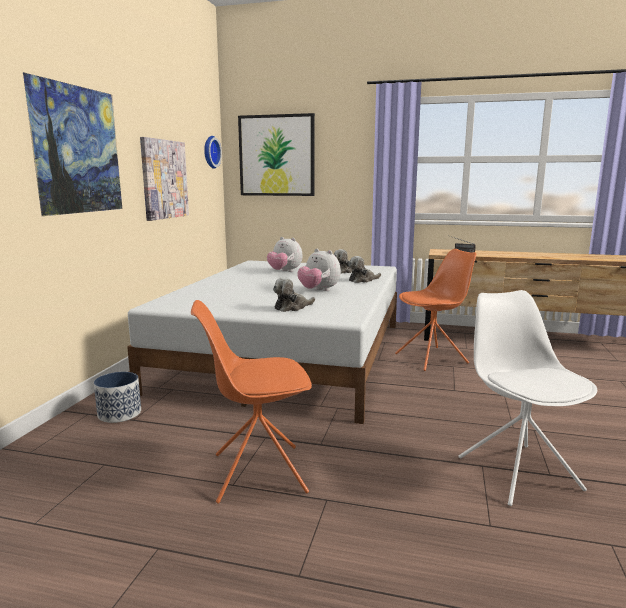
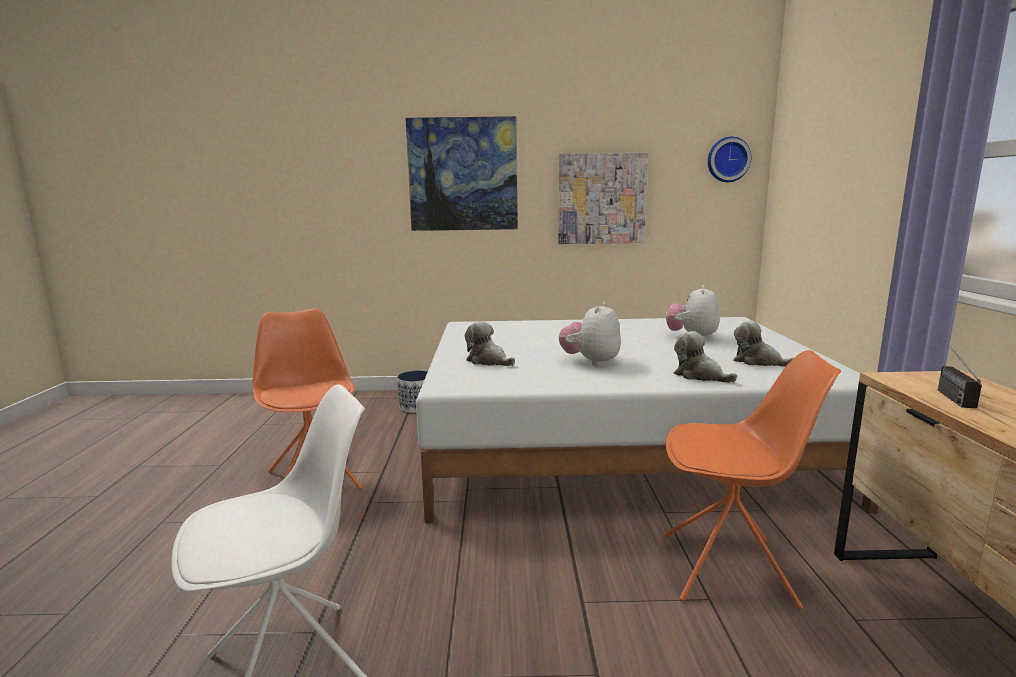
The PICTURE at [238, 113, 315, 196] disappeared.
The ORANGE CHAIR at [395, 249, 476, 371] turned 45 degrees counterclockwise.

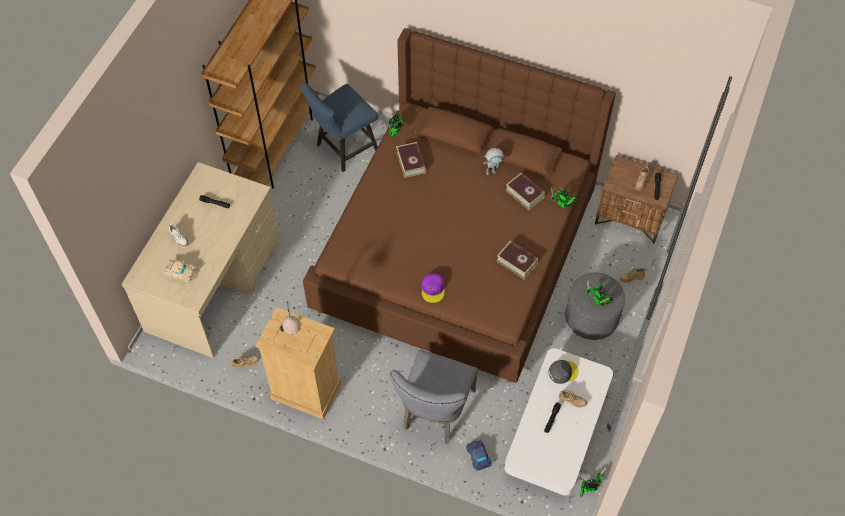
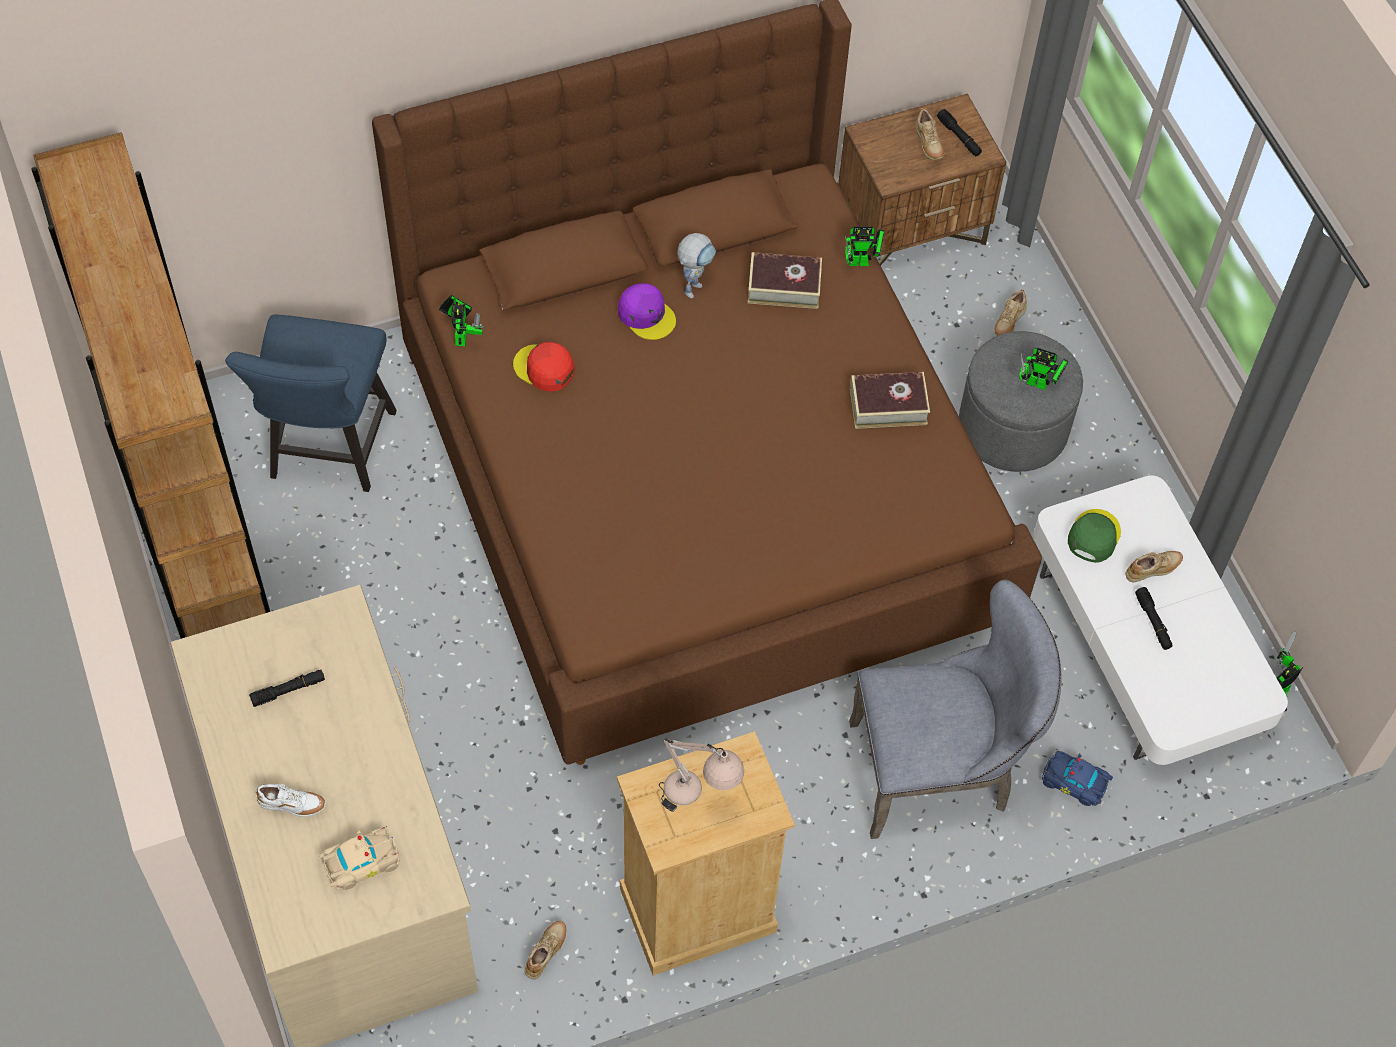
The BOOK at [396, 142, 426, 178] was replaced by the REDDISH CAP at [513, 342, 575, 392].
The PURPLE CAP moved from [422, 273, 445, 303] to [618, 283, 676, 340].
The GREY CHAIR at [390, 349, 478, 444] turned 75 degrees counterclockwise.
The GREY CAP at [548, 360, 579, 384] became the GREEN-COLOURED CAP at [1068, 509, 1121, 563].

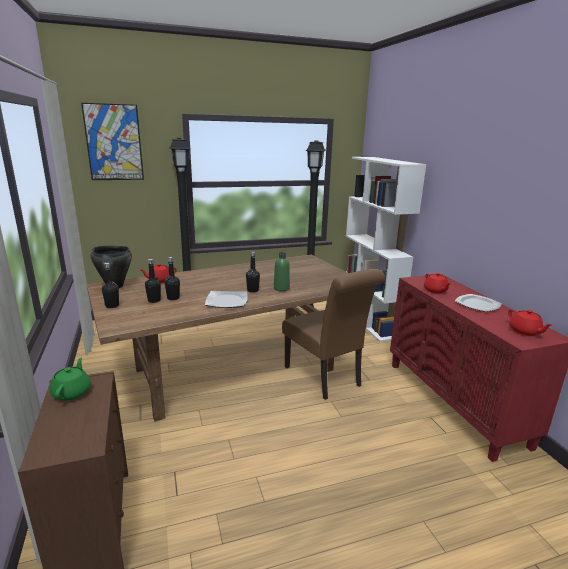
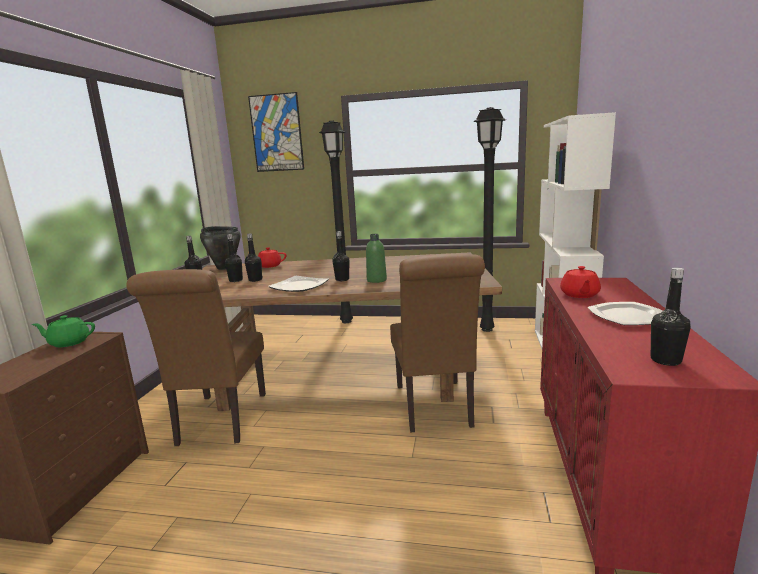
The REDDISH TEAPOT at [508, 309, 553, 336] was replaced by the BLACK BOTTLE at [651, 267, 691, 366].
The GREEN-COLOURED TEAPOT at [50, 357, 91, 401] turned 120 degrees counterclockwise.
The BROWN CHAIR at [126, 269, 266, 446] appeared.

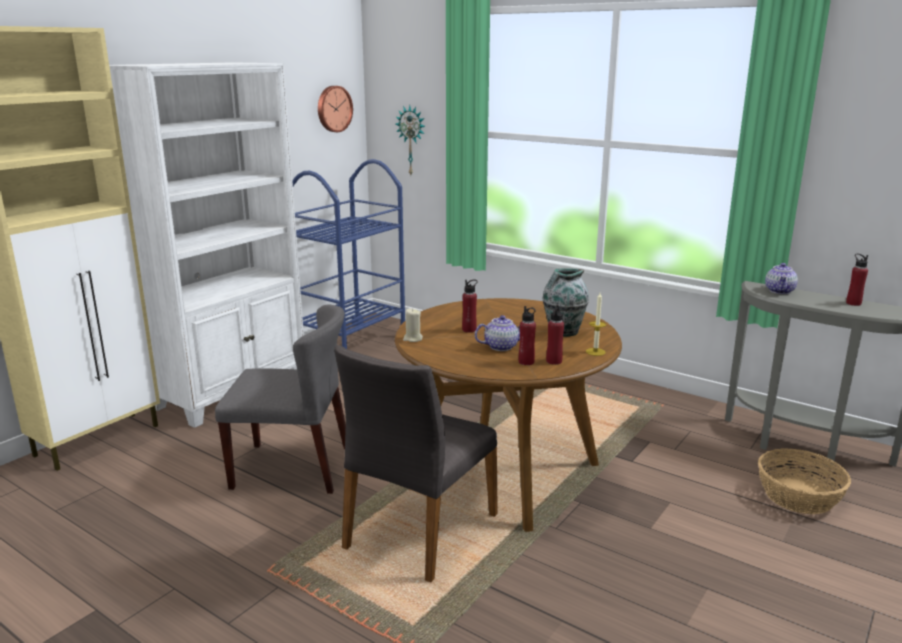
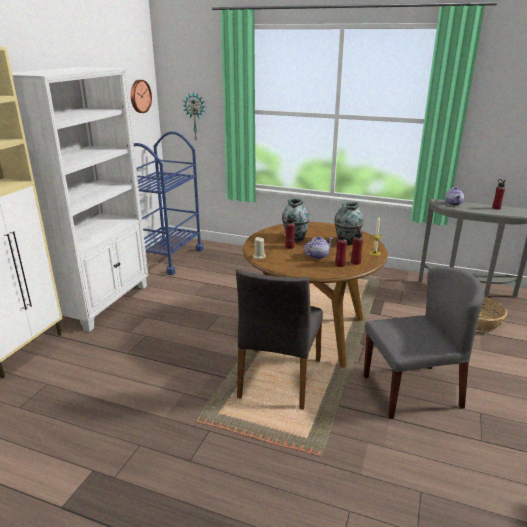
The GREY CHAIR moved from [215, 304, 346, 494] to [364, 266, 485, 419].
The DECORATIVE VASE at [282, 199, 310, 242] appeared.

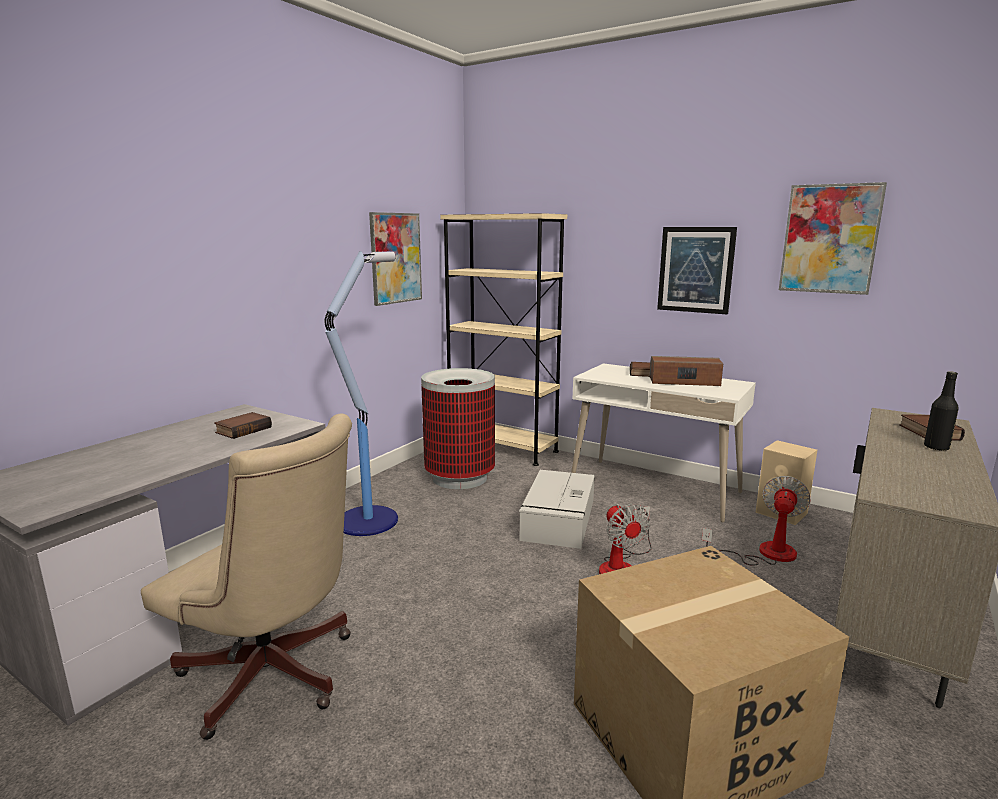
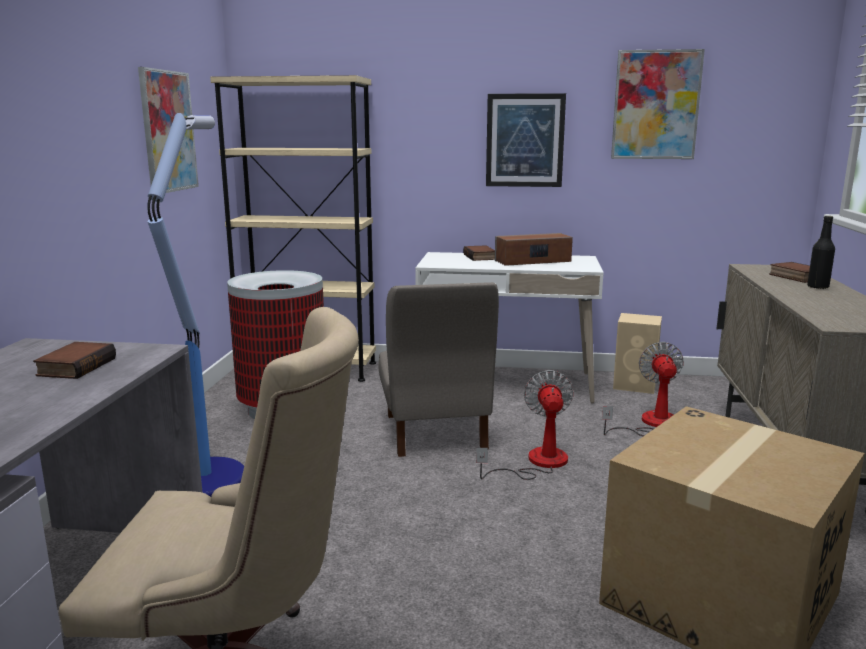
The GREY STORAGE CONTAINER at [519, 470, 595, 549] was replaced by the GREY CHAIR at [379, 282, 499, 457].
The COOLING FAN at [599, 504, 652, 574] turned 135 degrees counterclockwise.

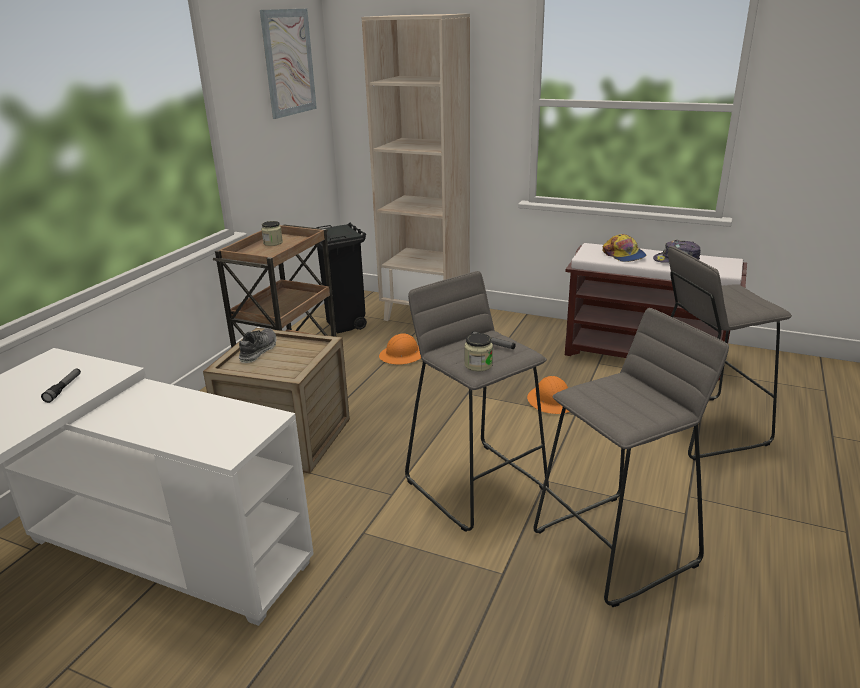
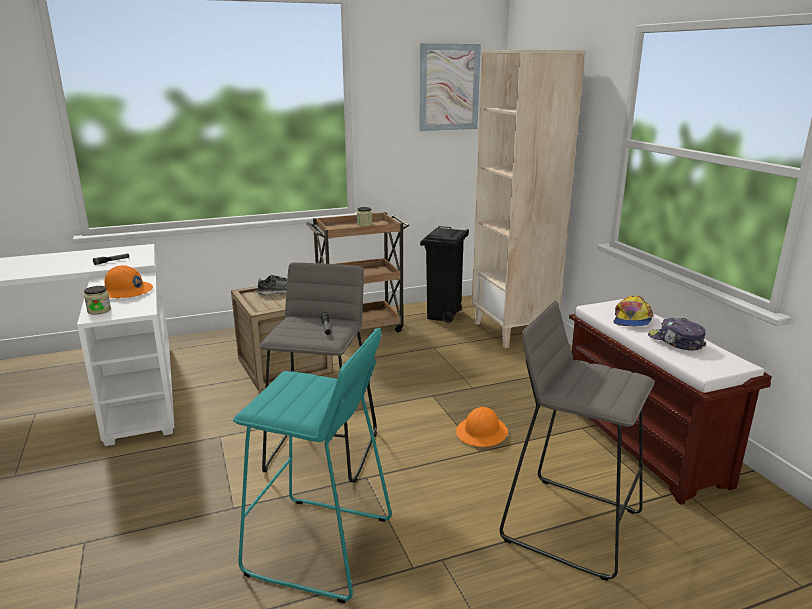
The GREY STOOL SEAT at [533, 308, 729, 607] became the TURQUOISE STOOL SEAT at [233, 328, 392, 603].
The ORANGE SAFETY HELMET moved from [379, 333, 421, 365] to [105, 265, 153, 299].
The STORAGE JAR moved from [464, 333, 493, 371] to [84, 286, 111, 315].

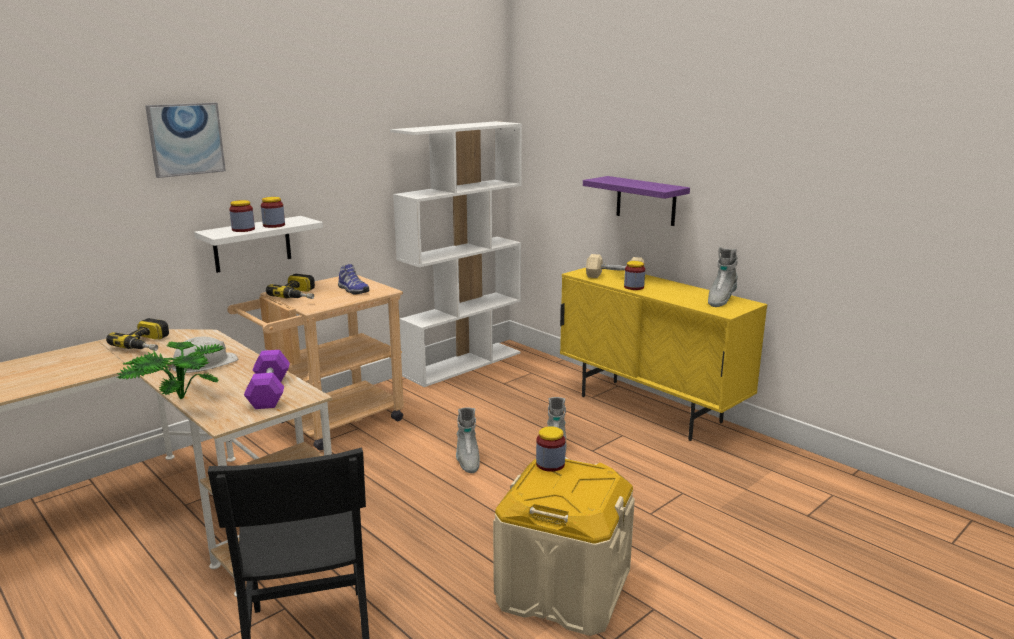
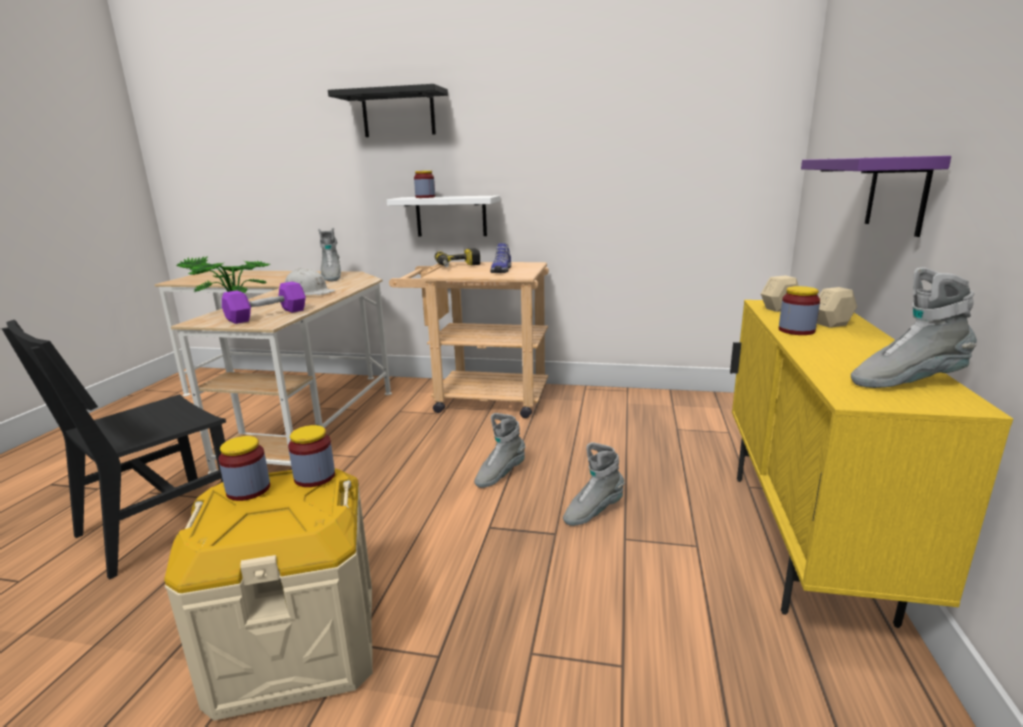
The PICTURE at [145, 103, 226, 178] was replaced by the BLACK BRACKET SHELF at [328, 84, 448, 137].
The WHITE-COLOURED SHELVING UNIT at [390, 121, 522, 387] disappeared.
The STORAGE JAR moved from [261, 197, 285, 228] to [218, 436, 270, 501].
The ELECTRIC DRILL at [106, 318, 169, 351] was replaced by the GREY HIGH-TOP BOOT at [318, 228, 341, 281].

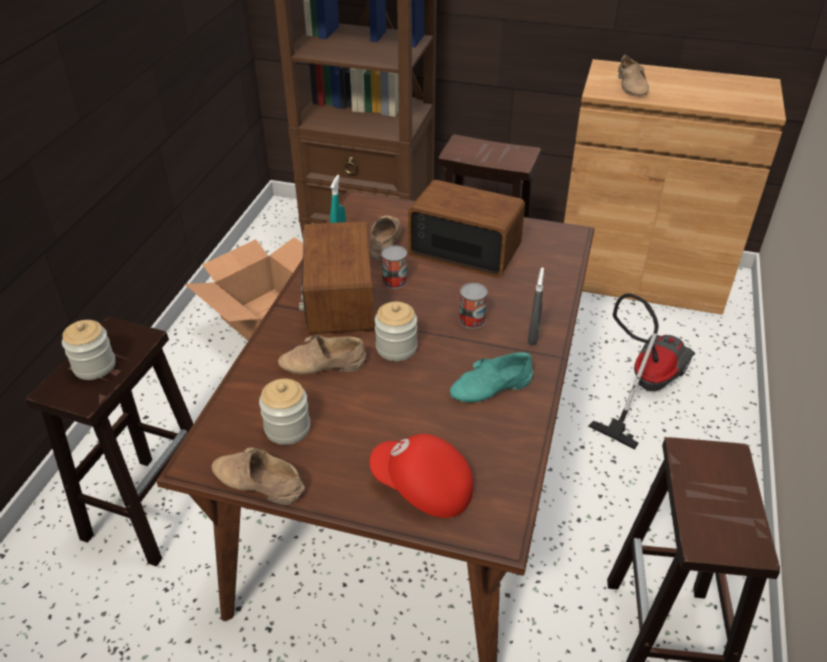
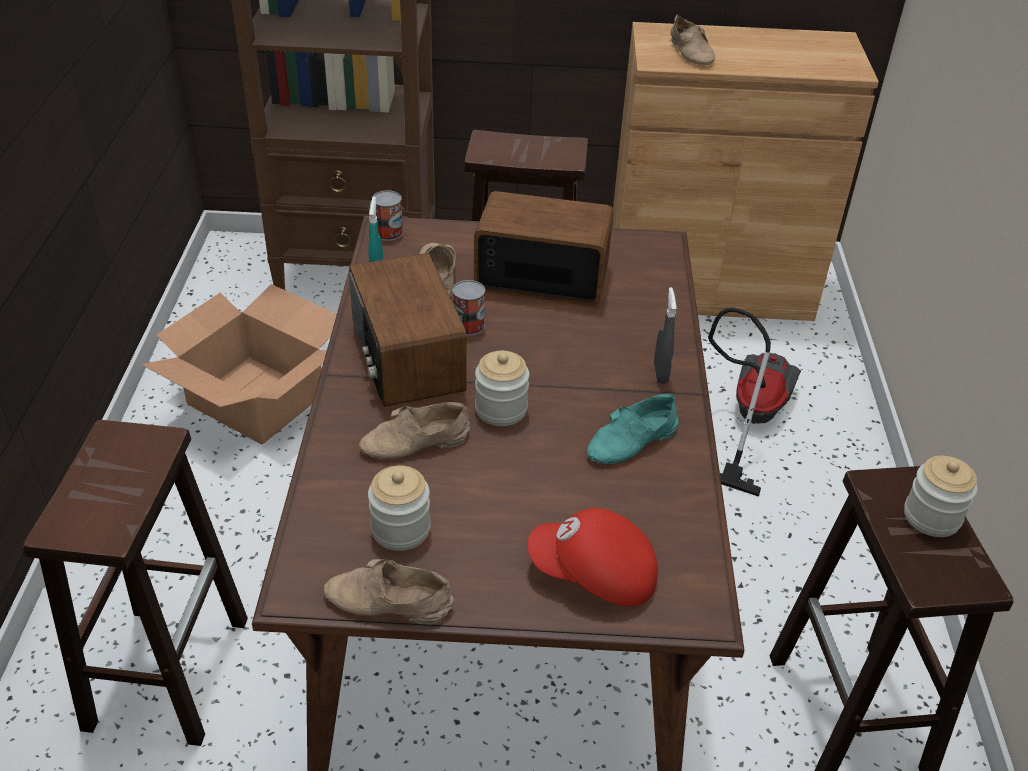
The CAN moved from [459, 283, 488, 329] to [372, 190, 403, 241].
The STORAGE JAR moved from [62, 320, 115, 380] to [904, 456, 978, 537].

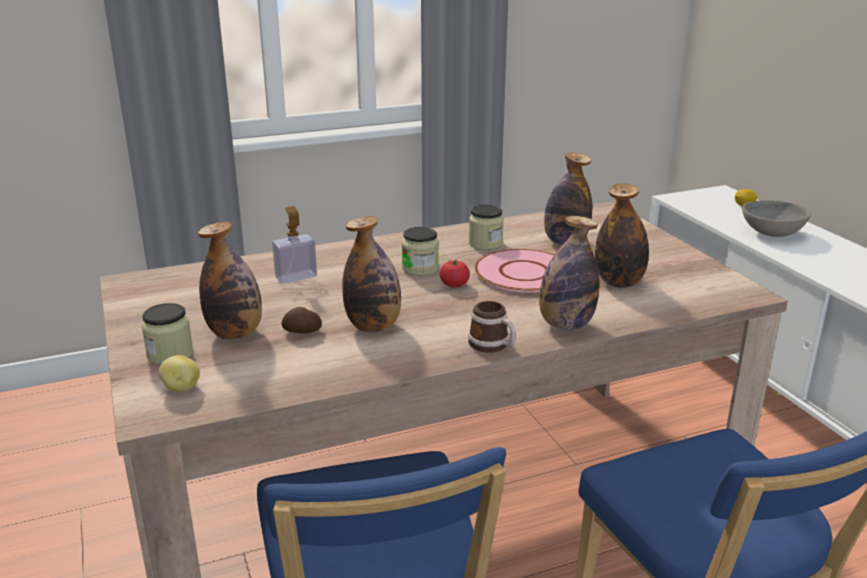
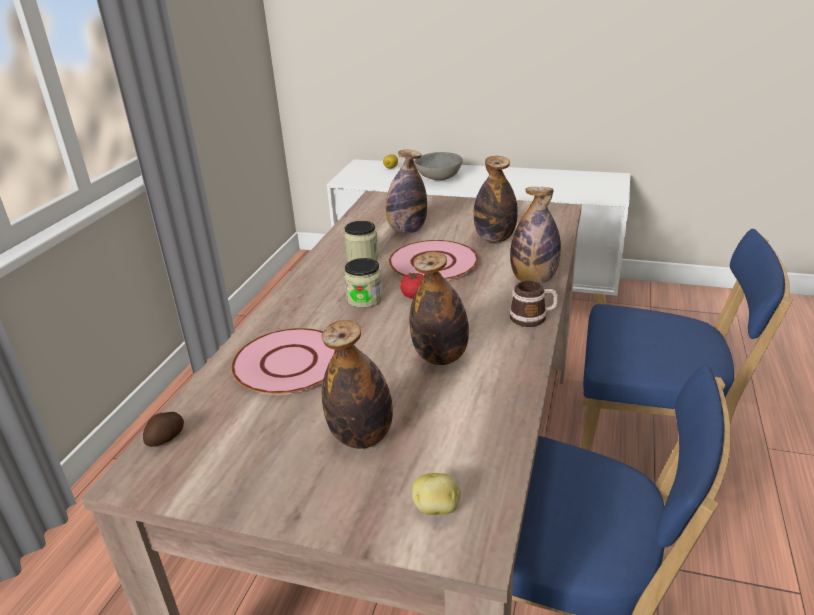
The SOAP BOTTLE at [272, 206, 317, 284] was replaced by the PINK PLATE at [231, 328, 335, 395].
The STORAGE JAR at [141, 303, 193, 365] disappeared.
The WHOLE POTATO moved from [282, 307, 322, 334] to [143, 412, 184, 447].

